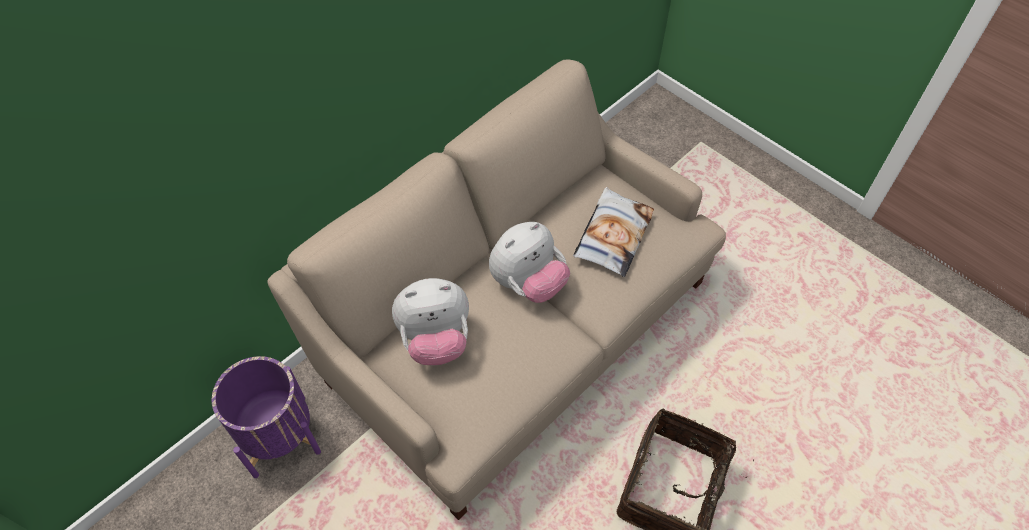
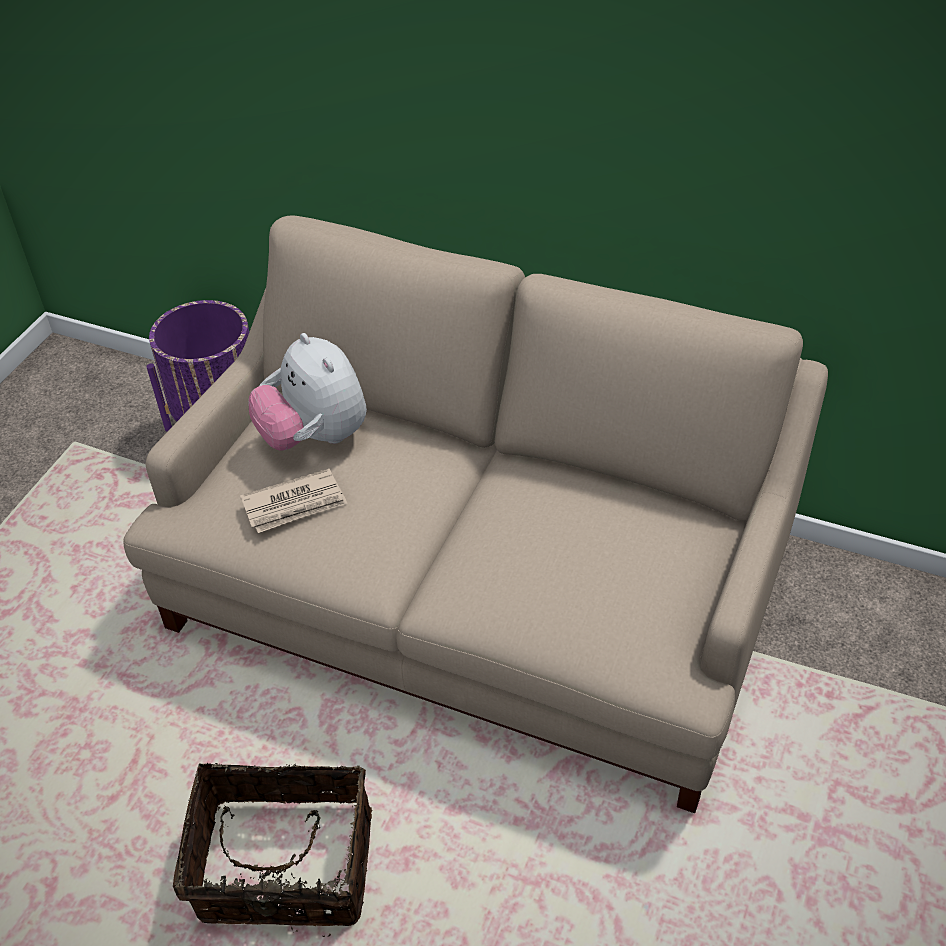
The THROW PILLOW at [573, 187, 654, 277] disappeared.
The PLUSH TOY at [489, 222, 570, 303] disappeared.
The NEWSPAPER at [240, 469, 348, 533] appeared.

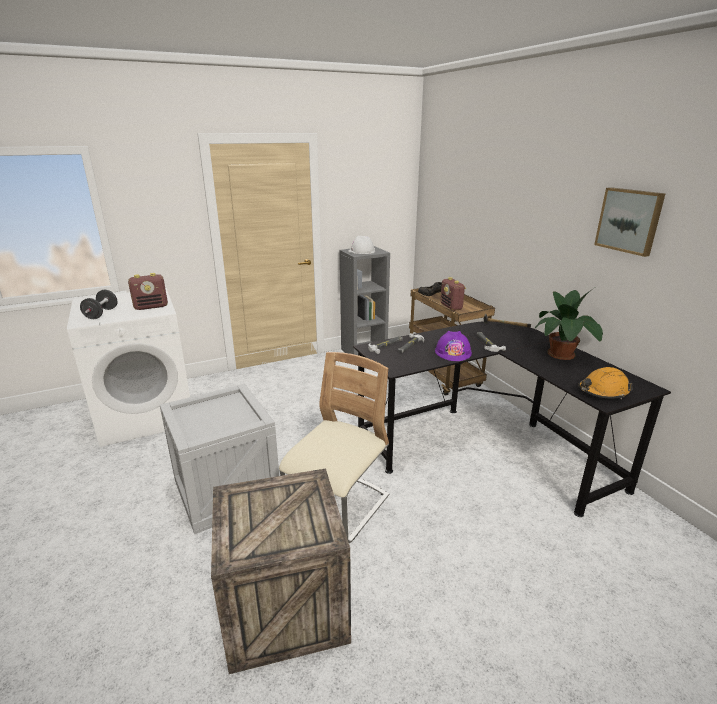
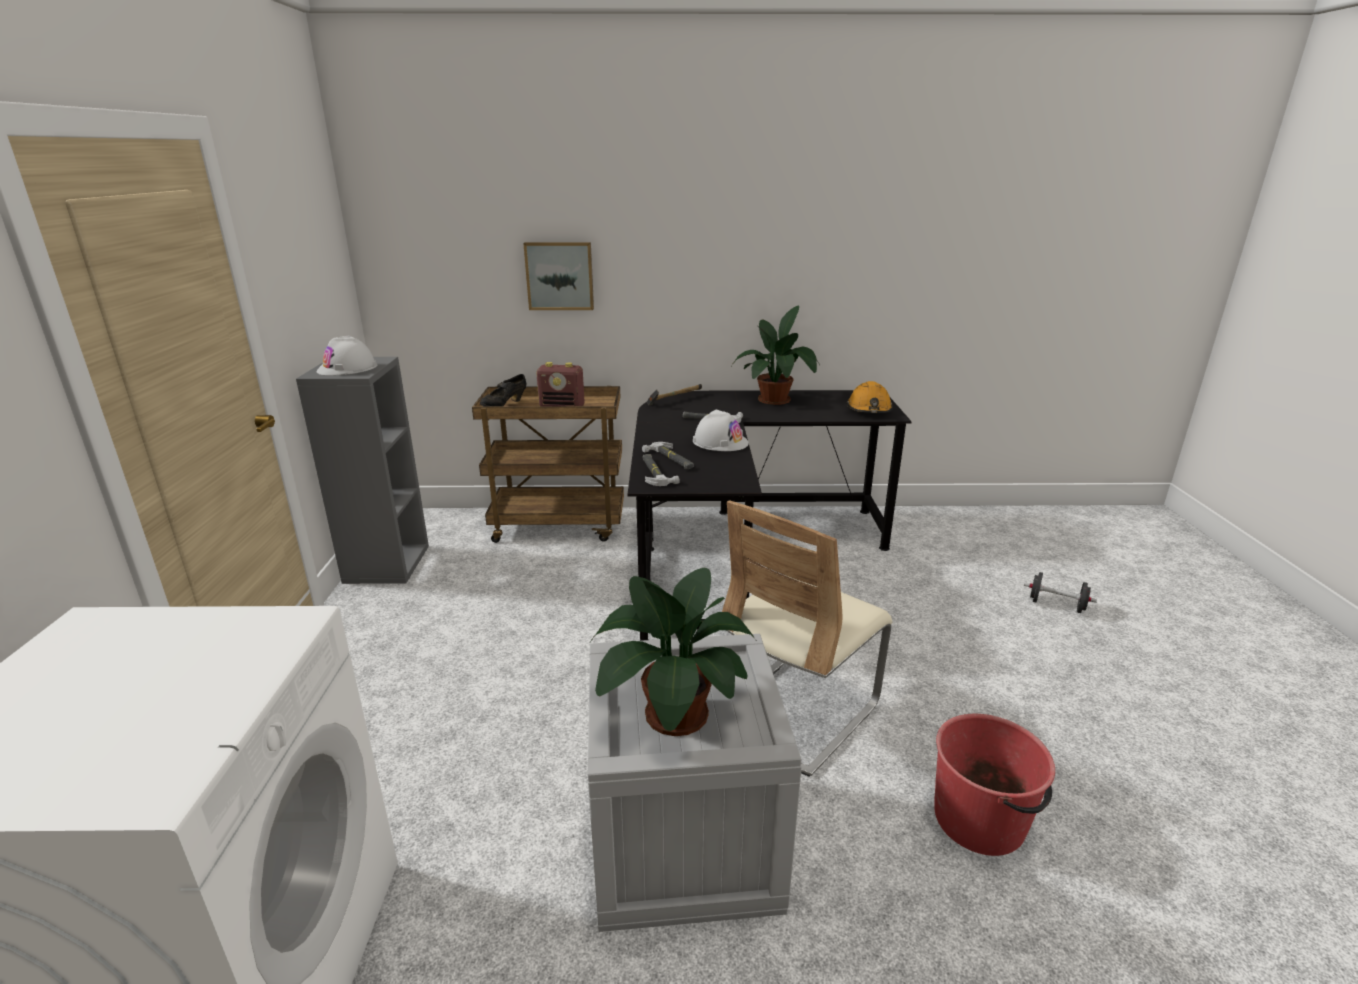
The PICTURE moved from [594, 187, 666, 257] to [523, 242, 594, 310].
The RADIO SET at [128, 273, 168, 310] disappeared.
The BLACK HAND WEIGHT moved from [80, 290, 118, 319] to [1024, 572, 1097, 613].
The PURPLE SAFETY HELMET at [435, 331, 472, 361] became the WHITE-COLOURED SAFETY HELMET at [693, 409, 749, 451].
The BEIGE-COLOURED CHAIR at [279, 352, 389, 543] turned 105 degrees counterclockwise.
The CRATE at [211, 468, 351, 674] was replaced by the REDDISH PAIL at [934, 714, 1055, 856].
The HOUSEPLANT at [590, 568, 756, 736] appeared.

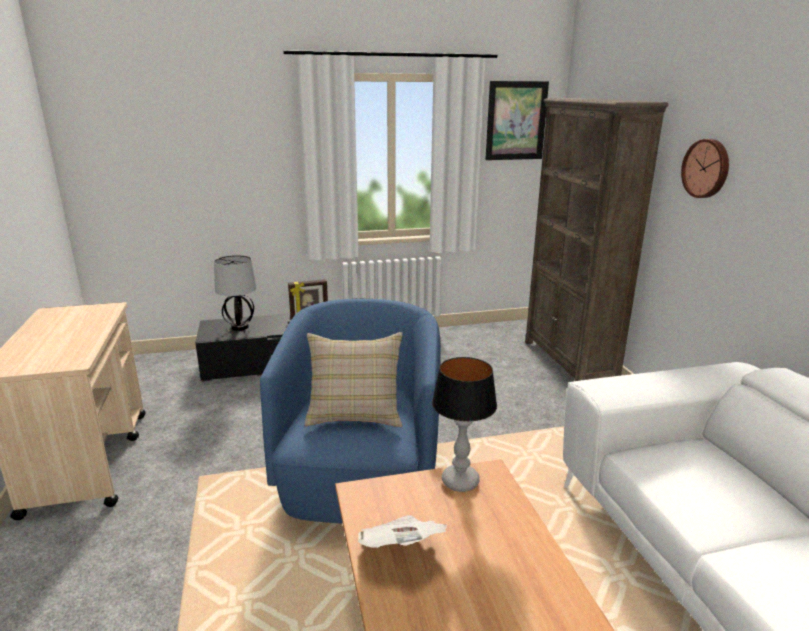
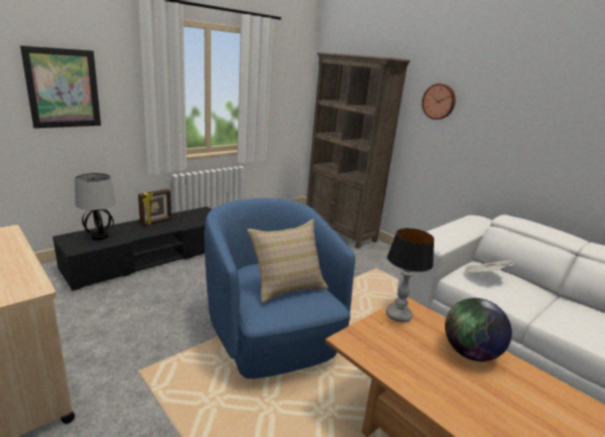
The PICTURE moved from [485, 81, 549, 160] to [20, 45, 101, 128].
The NEWSPAPER moved from [358, 515, 447, 548] to [463, 260, 514, 273].
The WORLD GLOBE at [445, 298, 512, 361] appeared.

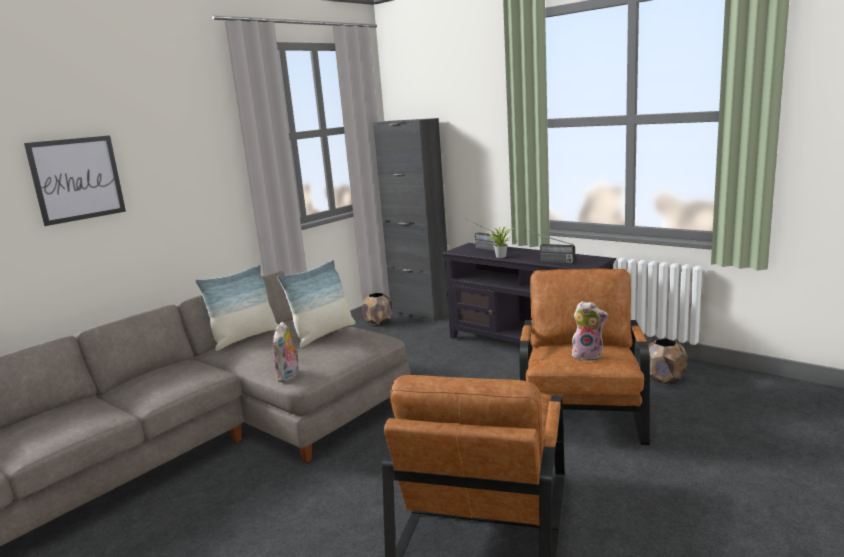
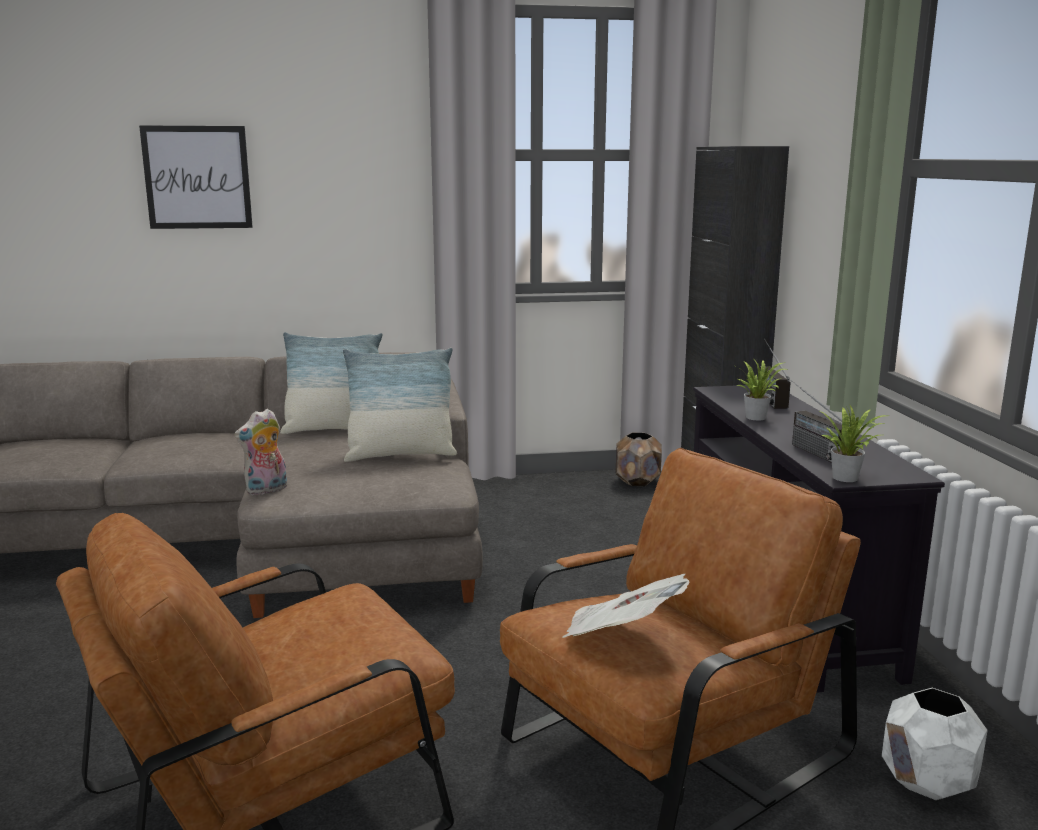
The PLUSH TOY at [570, 301, 608, 361] was replaced by the NEWSPAPER at [562, 574, 689, 638].
The BROWN FLOWER POT at [648, 339, 687, 384] became the WHITE-COLOURED FLOWER POT at [882, 688, 987, 800].
The HOUSEPLANT at [820, 405, 888, 482] appeared.

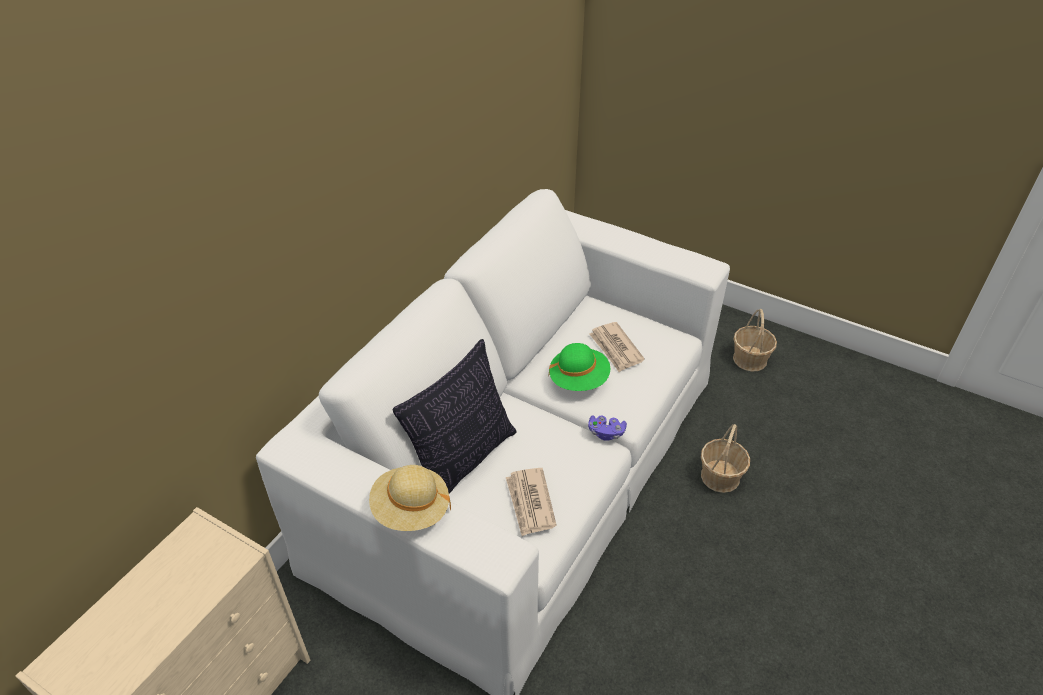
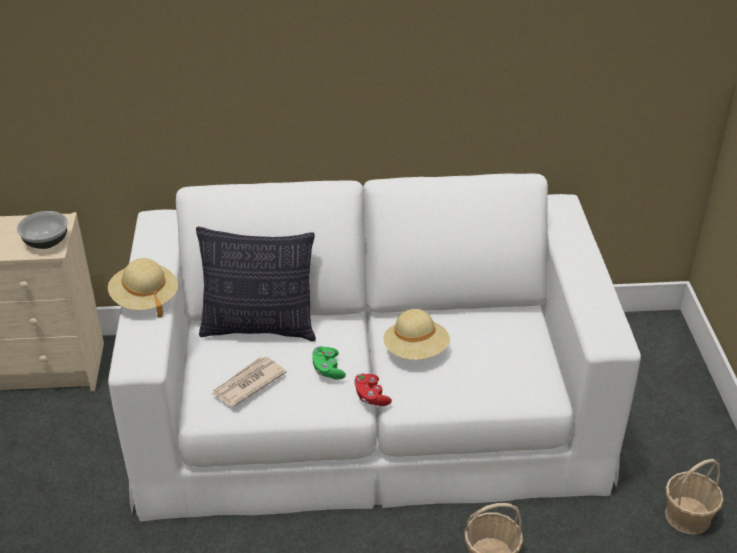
The NEWSPAPER at [589, 322, 645, 372] disappeared.
The GREEN-COLOURED HAT at [548, 343, 610, 391] became the BEIGE-COLOURED HAT at [383, 309, 450, 360].
The PURPLE JOYPAD at [588, 415, 627, 441] became the REDDISH JOYPAD at [354, 373, 392, 406].
The DEEP DISH at [17, 211, 68, 249] appeared.
The GREEN-COLOURED JOYPAD at [312, 346, 346, 380] appeared.

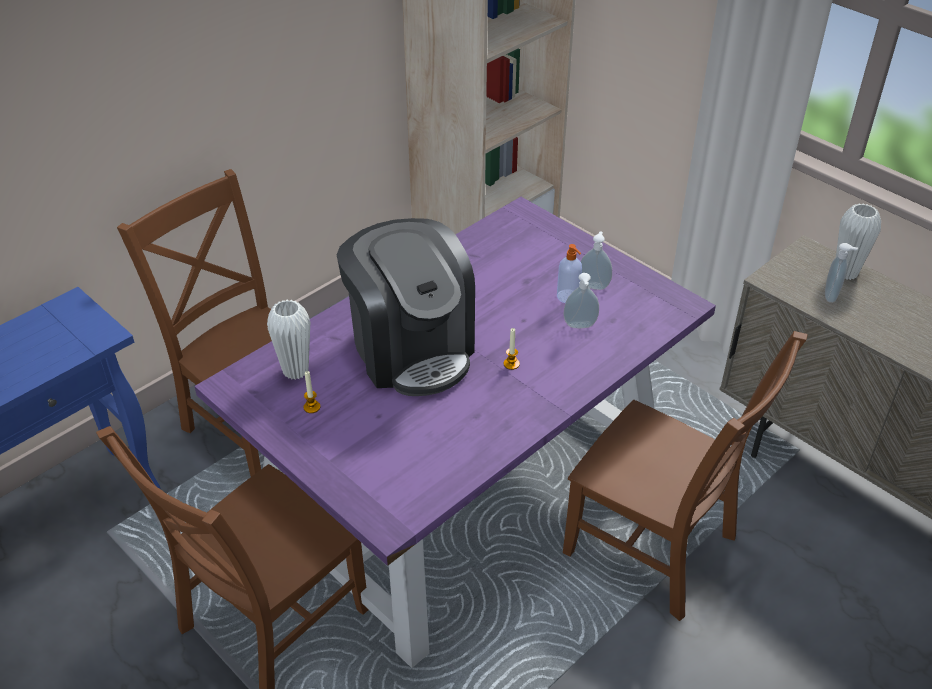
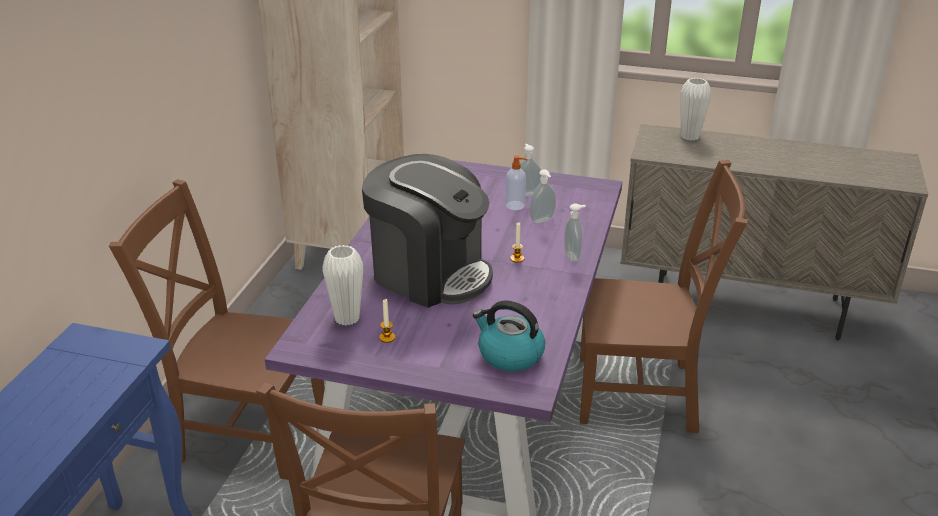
The SOAP BOTTLE moved from [825, 243, 858, 303] to [564, 204, 586, 261].
The TEA KETTLE at [473, 300, 545, 371] appeared.

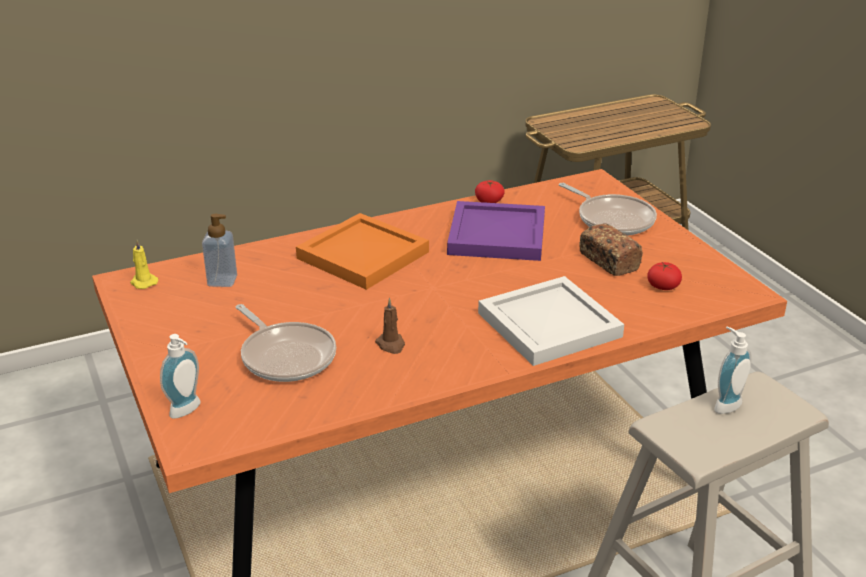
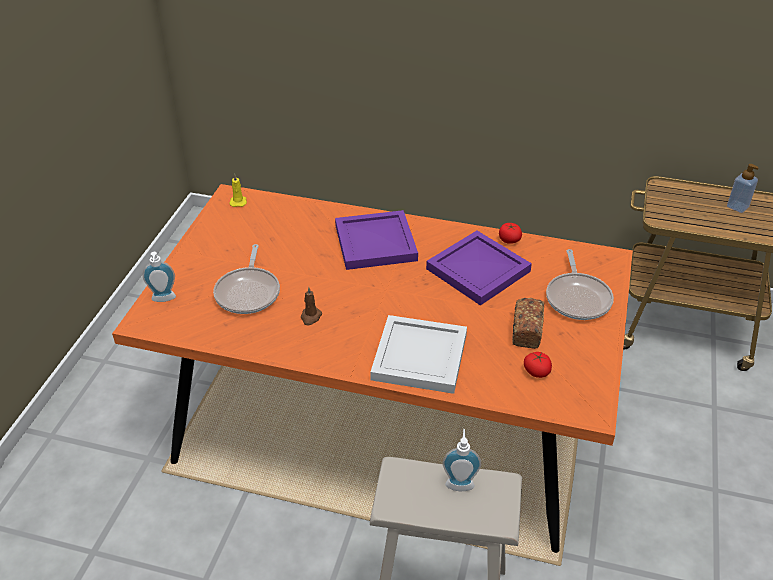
The ORANGE SERVING TRAY at [296, 213, 429, 290] became the PURPLE SERVING TRAY at [335, 210, 418, 270].
The SOAP BOTTLE moved from [202, 214, 237, 287] to [727, 164, 759, 213].

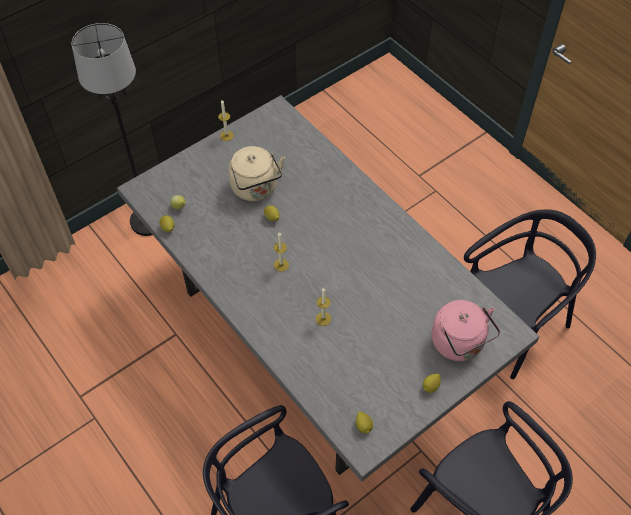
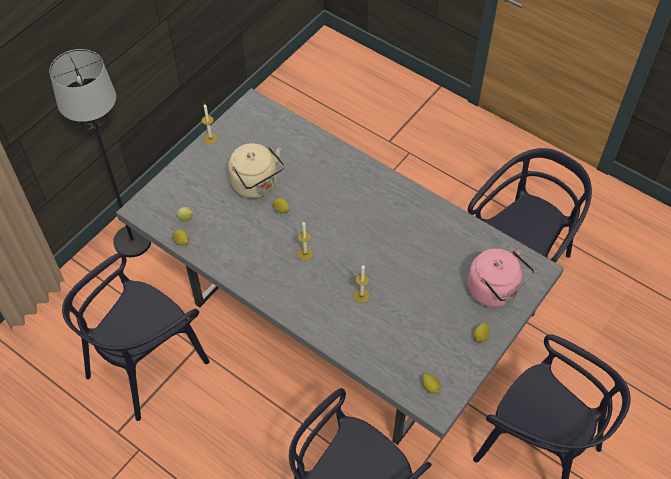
The BLACK CHAIR at [62, 253, 210, 421] appeared.

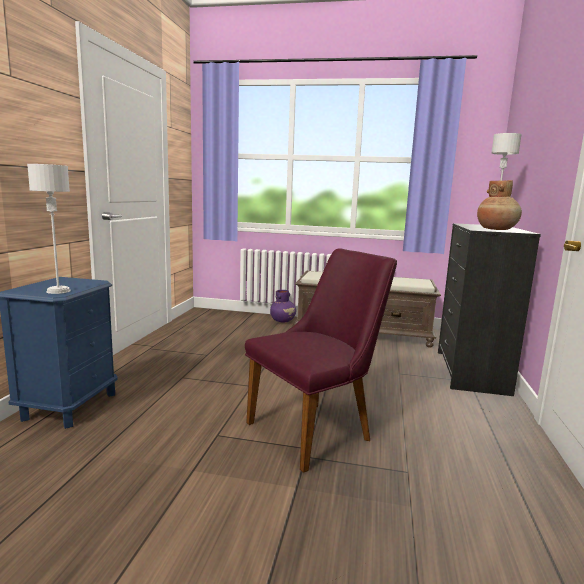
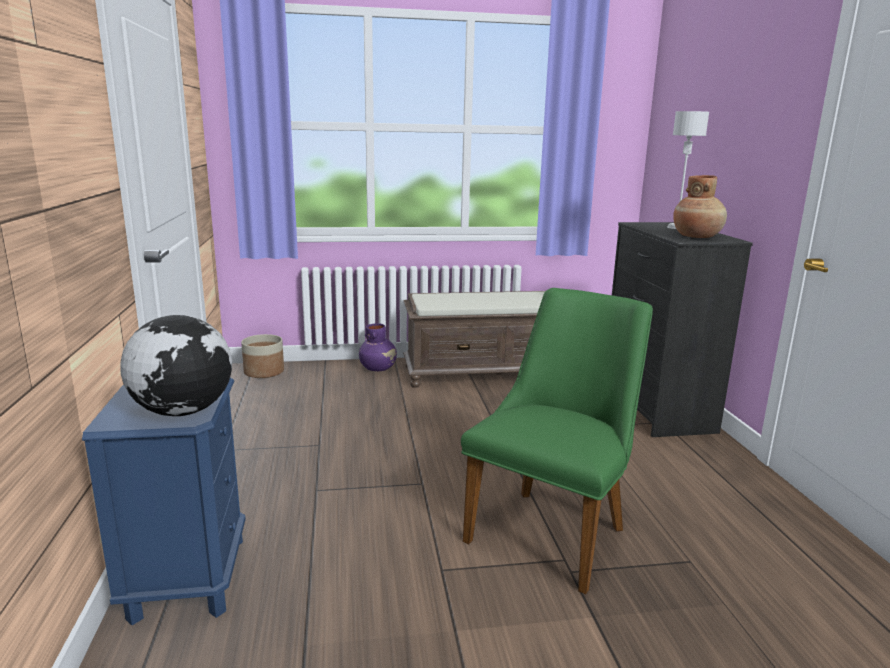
The GREY TABLE LAMP at [27, 164, 71, 294] was replaced by the WORLD GLOBE at [120, 315, 232, 416].
The PURPLE CHAIR at [245, 248, 397, 473] became the GREEN-COLOURED CHAIR at [461, 288, 653, 594].
The FLOWER POT at [241, 334, 284, 378] appeared.

